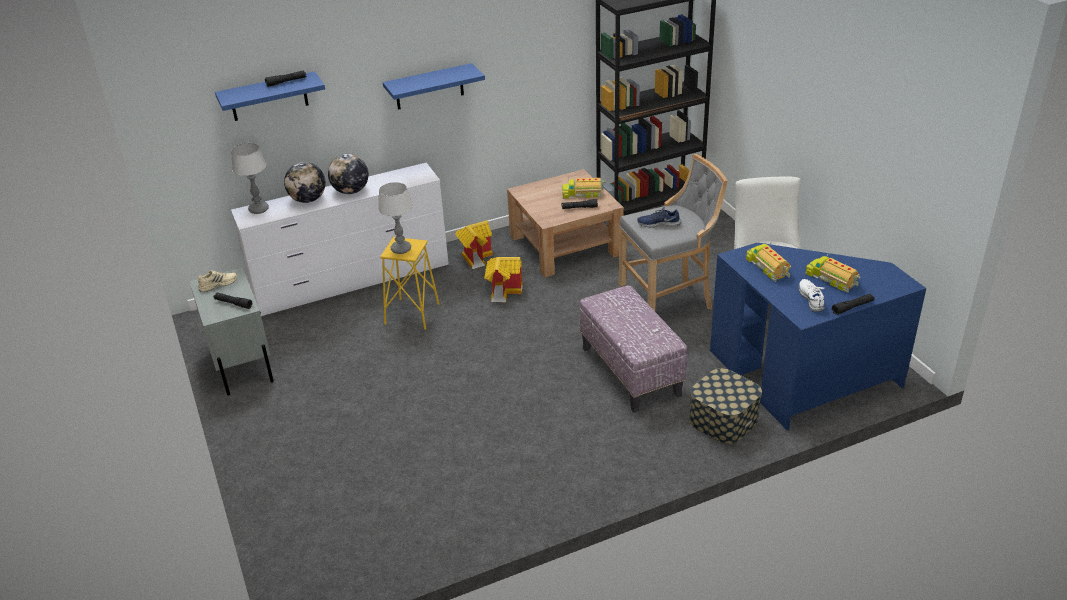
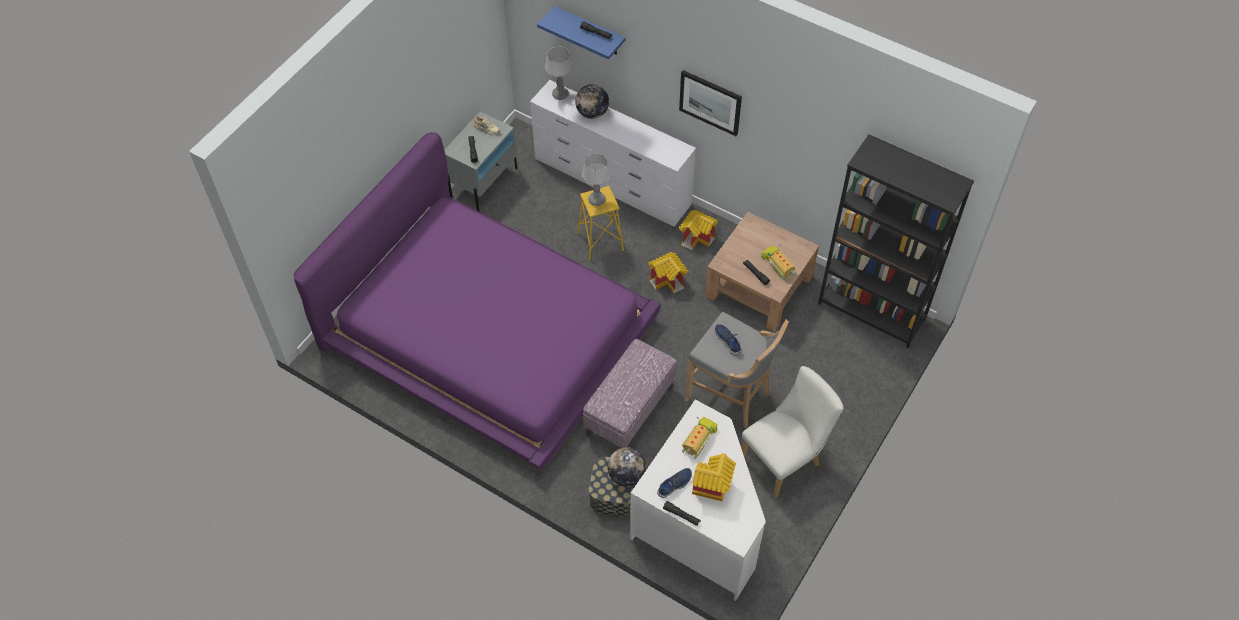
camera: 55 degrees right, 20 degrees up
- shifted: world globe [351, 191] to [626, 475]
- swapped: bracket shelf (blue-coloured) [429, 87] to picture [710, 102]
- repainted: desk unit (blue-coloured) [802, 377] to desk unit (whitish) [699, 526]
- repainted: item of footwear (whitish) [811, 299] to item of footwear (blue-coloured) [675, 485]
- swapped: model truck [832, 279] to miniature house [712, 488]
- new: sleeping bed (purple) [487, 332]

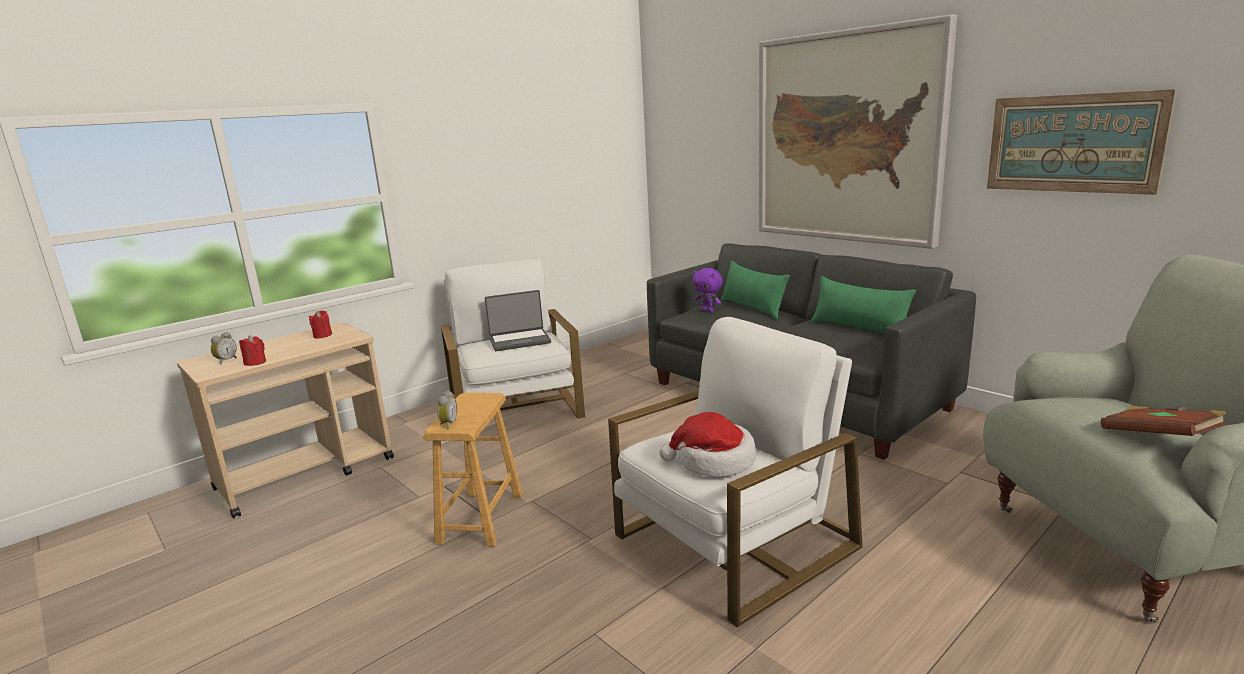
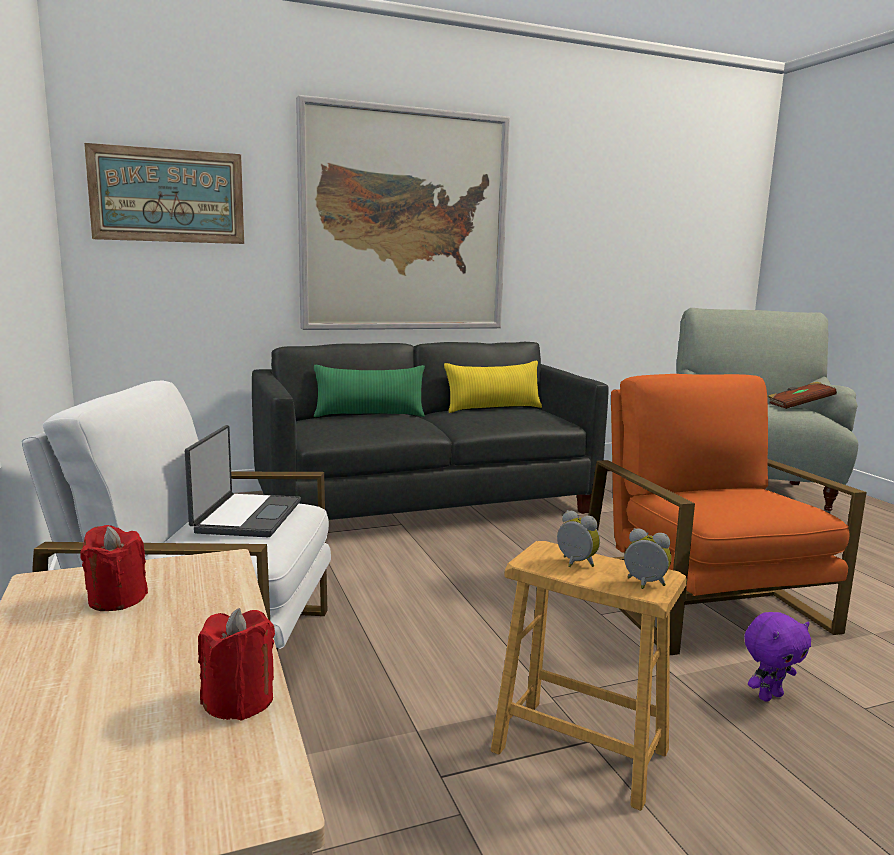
camera: 70 degrees left, 5 degrees down
- shifted: table clock [226, 361] to [575, 564]
- repainted: armchair (whitish) [733, 542] to armchair (orange) [704, 601]
- gone: hat [713, 461]
- shifted: cuddly toy (purple) [708, 311] to [769, 696]
- repainted: cushion (greenish) [859, 328] to cushion (yellow-coloured) [493, 408]
- shifted: picture [1072, 143] to [168, 196]

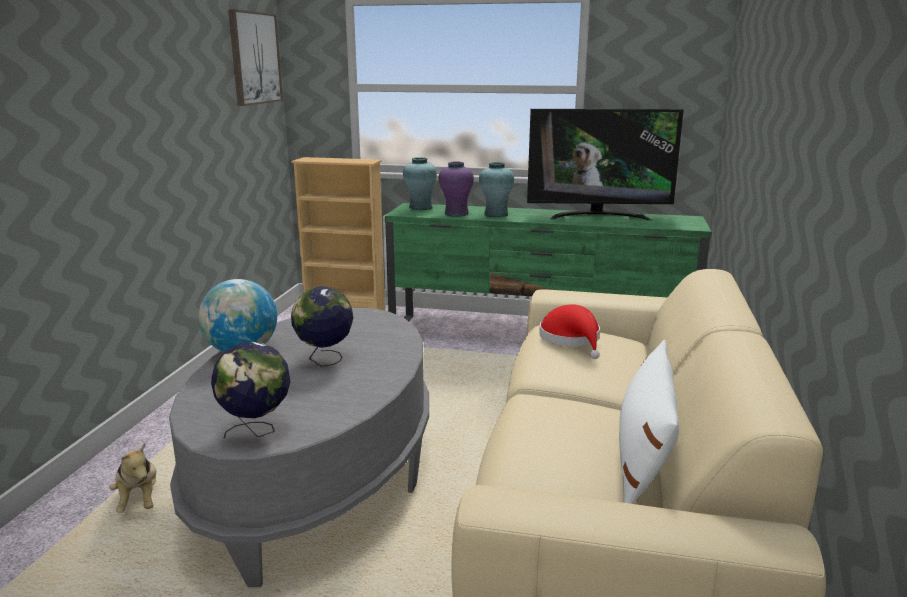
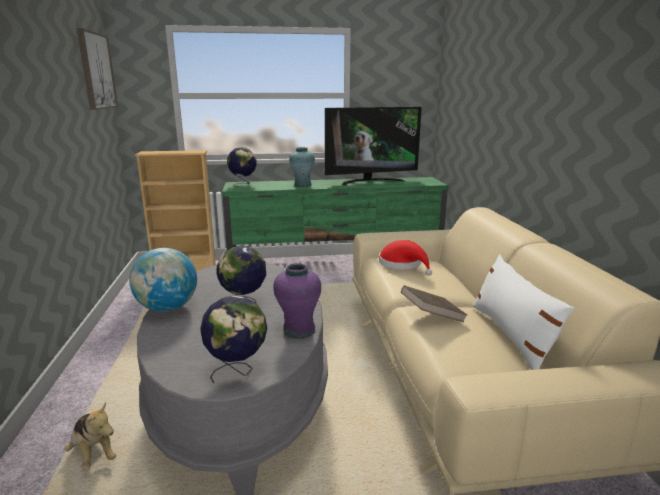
camera: 20 degrees left, 0 degrees up
- swapped: decorative vase (turquoise) [420, 207] to world globe [243, 184]
- shifted: decorative vase (purple) [456, 214] to [299, 330]
- new: bound book (brown-coloured) [432, 316]

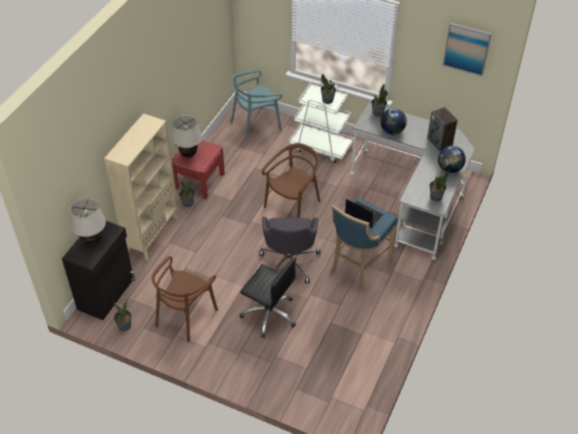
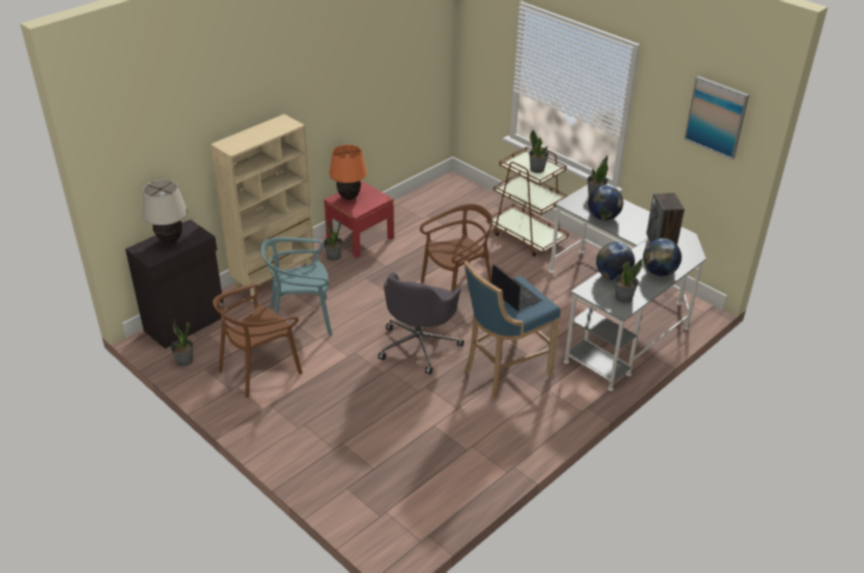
camera: 20 degrees right, 10 degrees down
- repainted: lamp for a table (sand-coloured) [188, 154] to lamp for a table (orange) [349, 197]
- shifted: upright chair (turquoise) [255, 124] to [301, 318]
- gone: computer chair (black-coloured) [269, 314]
- repainted: trolley (whitish) [321, 146] to trolley (brown-coloured) [526, 236]
- new: world globe [613, 276]

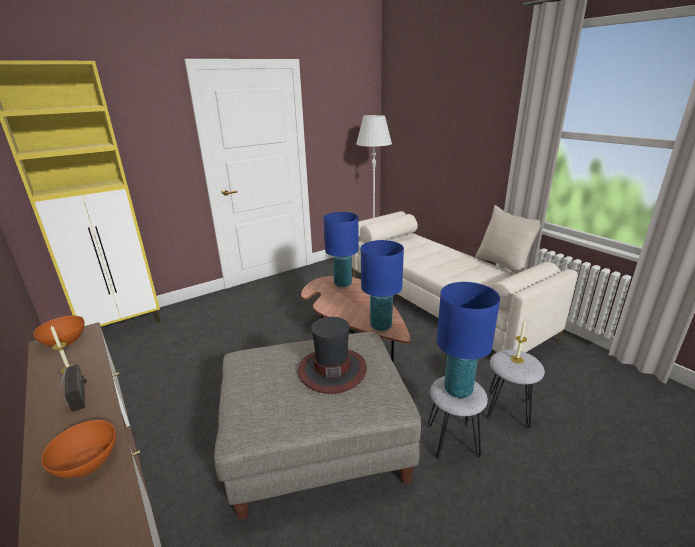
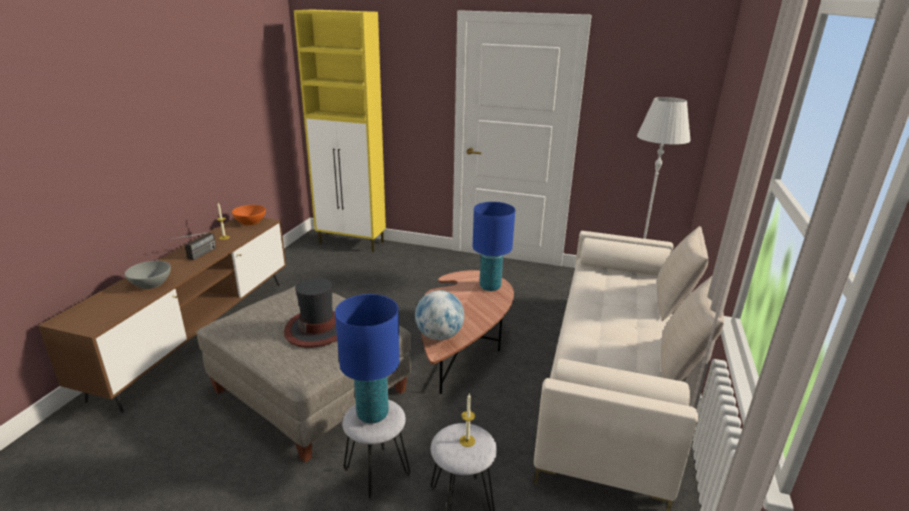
camera: 50 degrees right, 0 degrees up
- repainted: deep dish (orange) [87, 462] to deep dish (gray) [151, 283]
- swapped: lamp for a table (blue-coloured) [381, 326] to world globe [439, 336]
- new: cushion (sand-coloured) [674, 304]

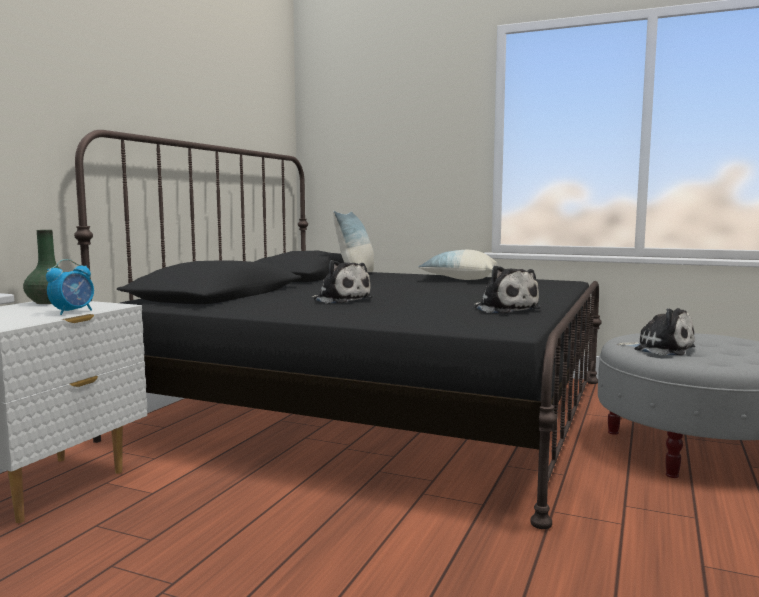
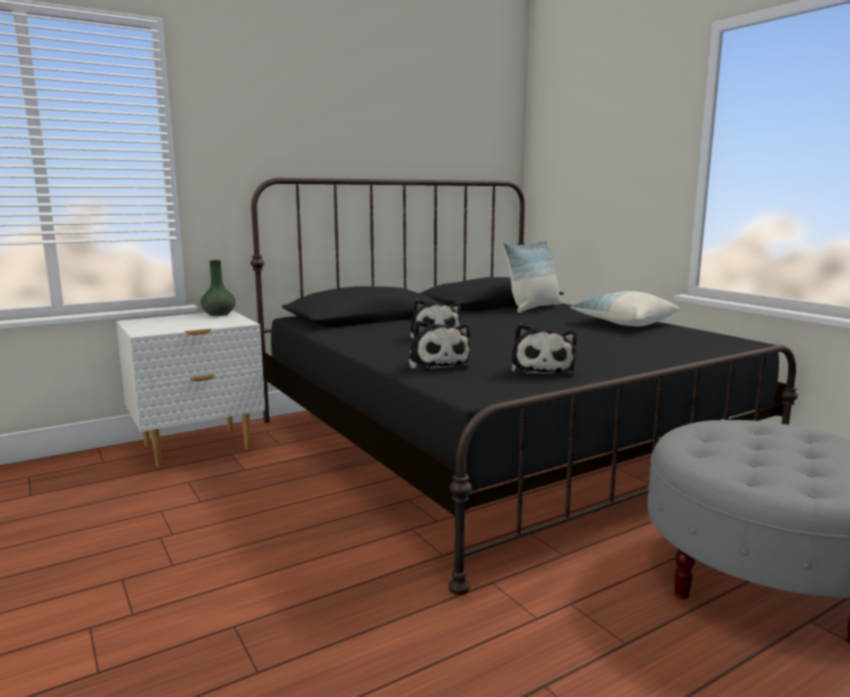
camera: 35 degrees right, 5 degrees up
- gone: table clock [73, 312]
- shifted: cuddly toy [660, 349] to [437, 363]

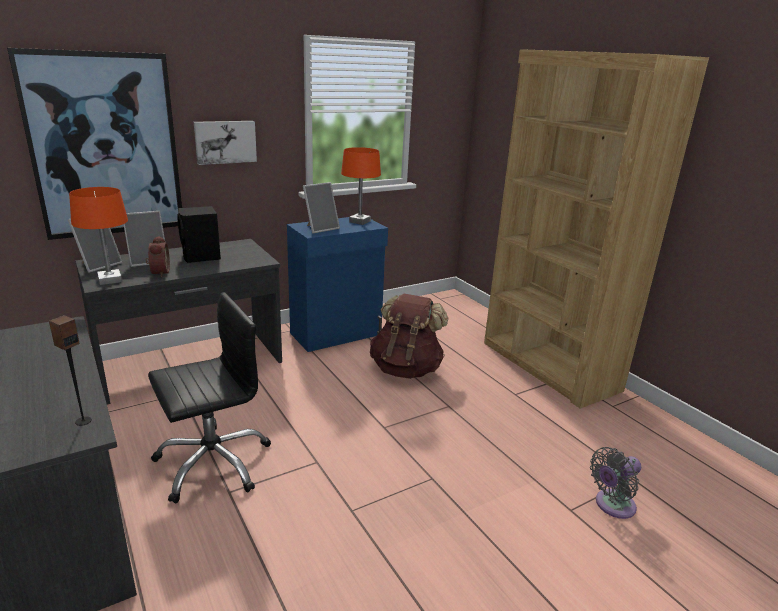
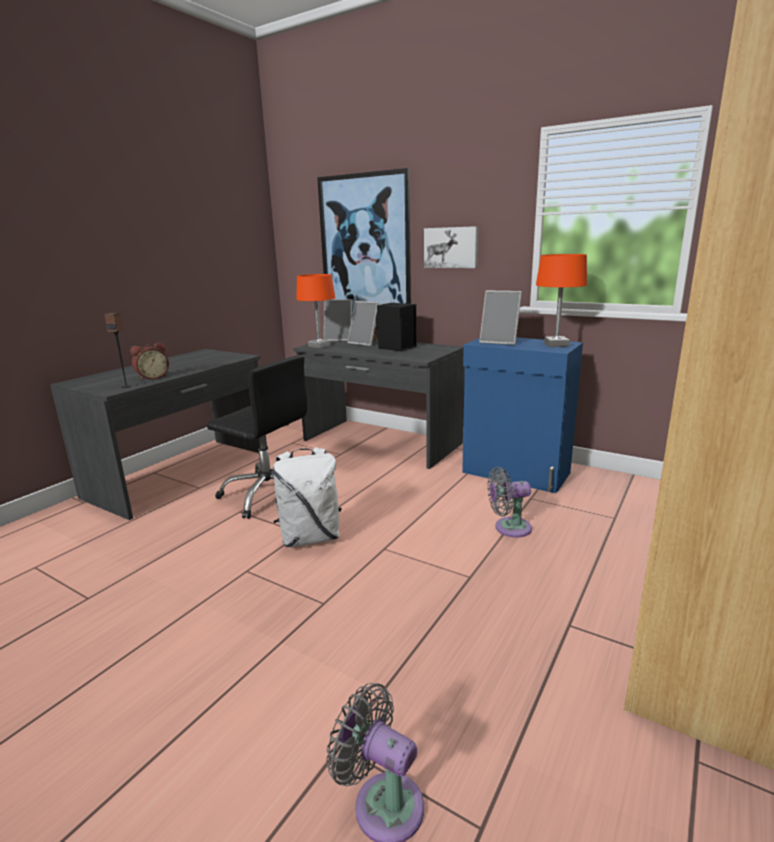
camera: 65 degrees right, 5 degrees down
- shifted: table clock [158, 272] to [152, 377]
- swapped: knapsack (brown-coloured) [406, 369] to electric fan (gray) [509, 528]
- new: knapsack (whitish) [310, 537]

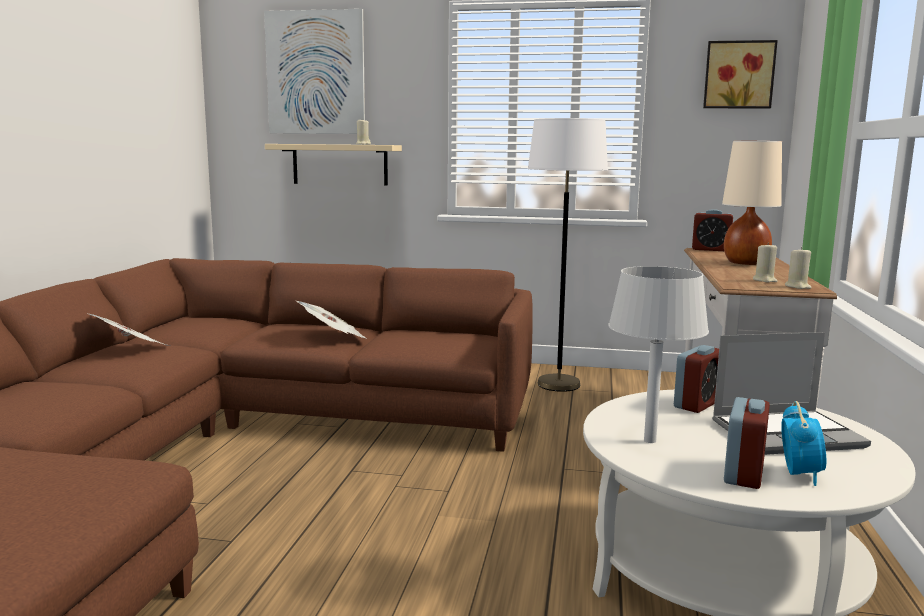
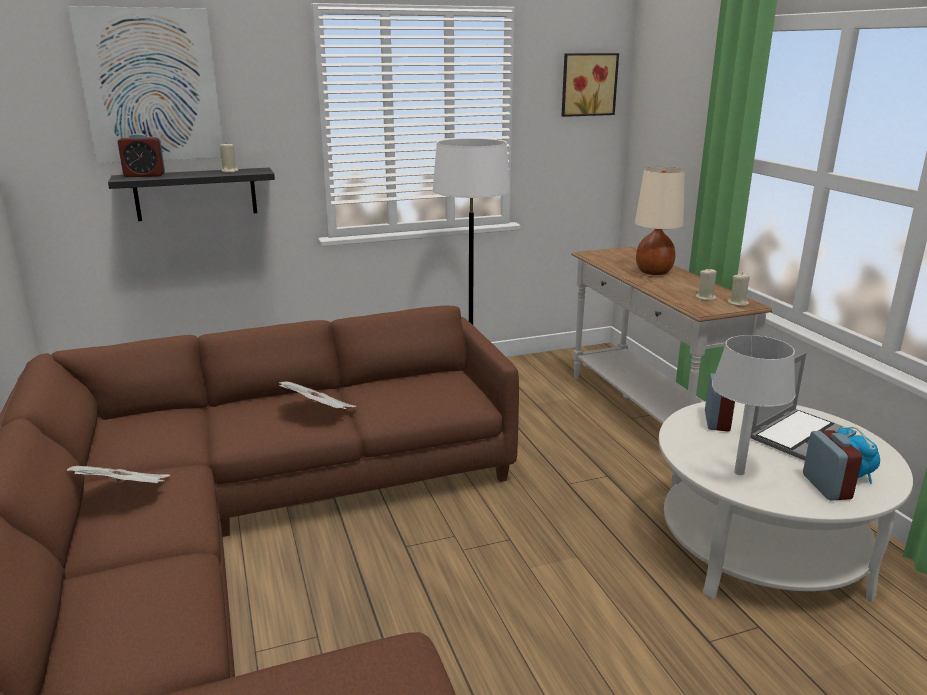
camera: 30 degrees left, 10 degrees up
- repainted: bracket shelf (sand-coloured) [340, 164] to bracket shelf (black-coloured) [196, 194]
- shifted: table clock [711, 249] to [144, 175]

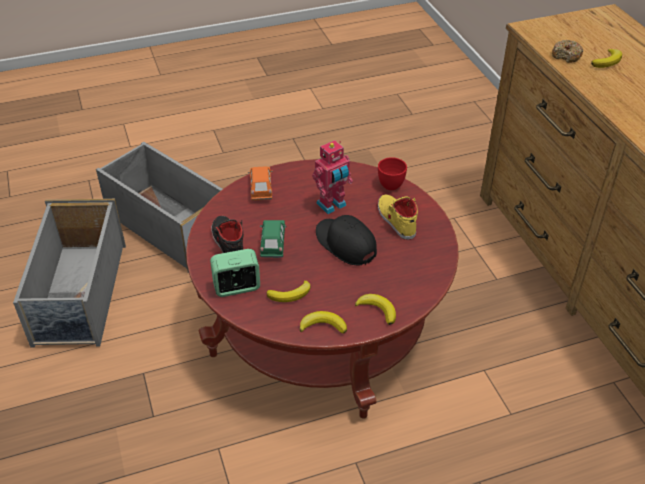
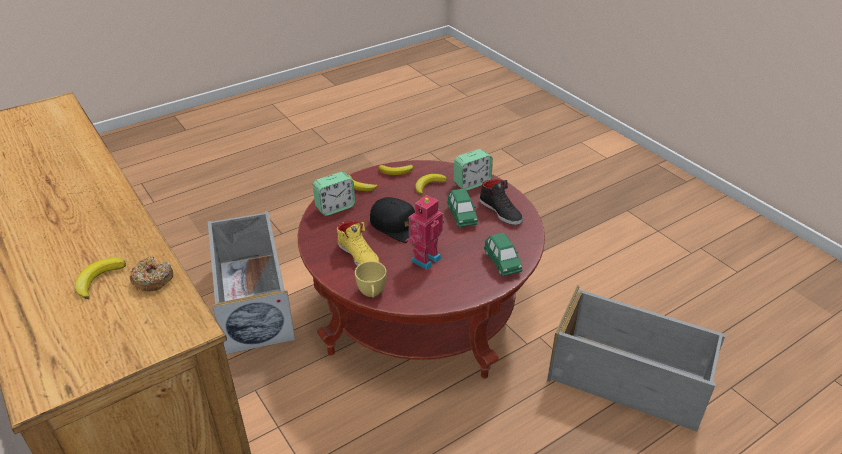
camera: 165 degrees right, 5 degrees down
- shifted: storage container (gray) [80, 294] to [252, 300]
- repainted: toy car (orange) [261, 189] to toy car (greenish) [502, 263]
- repainted: small cup (red-coloured) [391, 183] to small cup (yellow-coloured) [372, 294]
- new: table clock [335, 207]

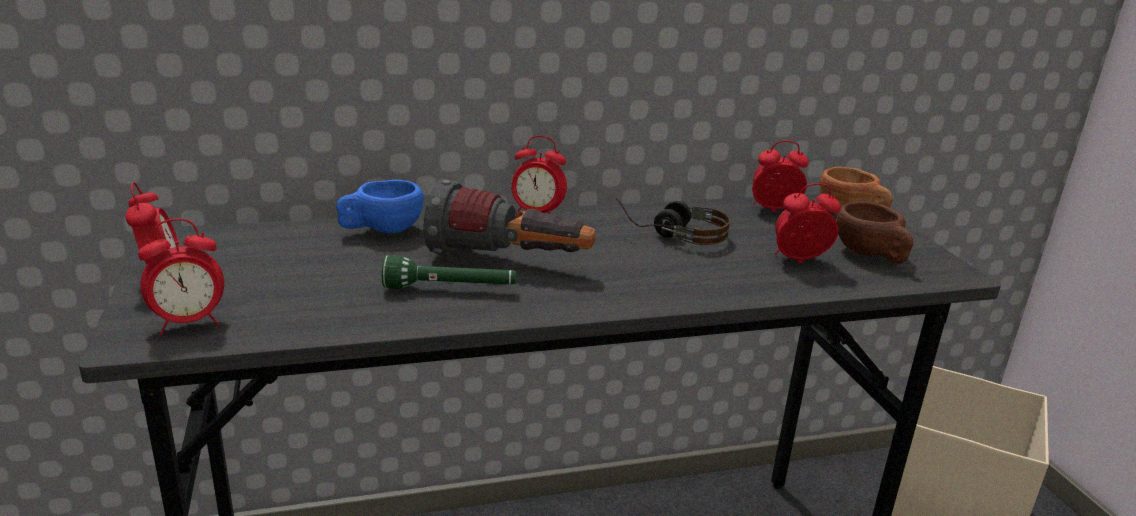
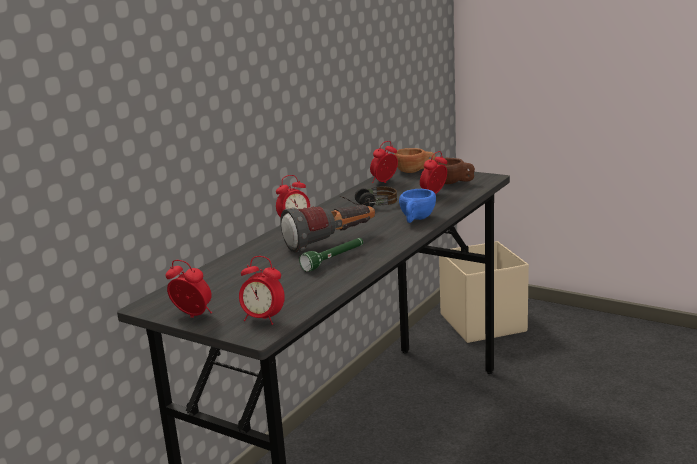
camera: 40 degrees left, 5 degrees down
- rotated: table clock [189, 323] = [263, 319] 90 degrees clockwise
- shifted: small cup (blue-coloured) [381, 230] to [416, 219]

